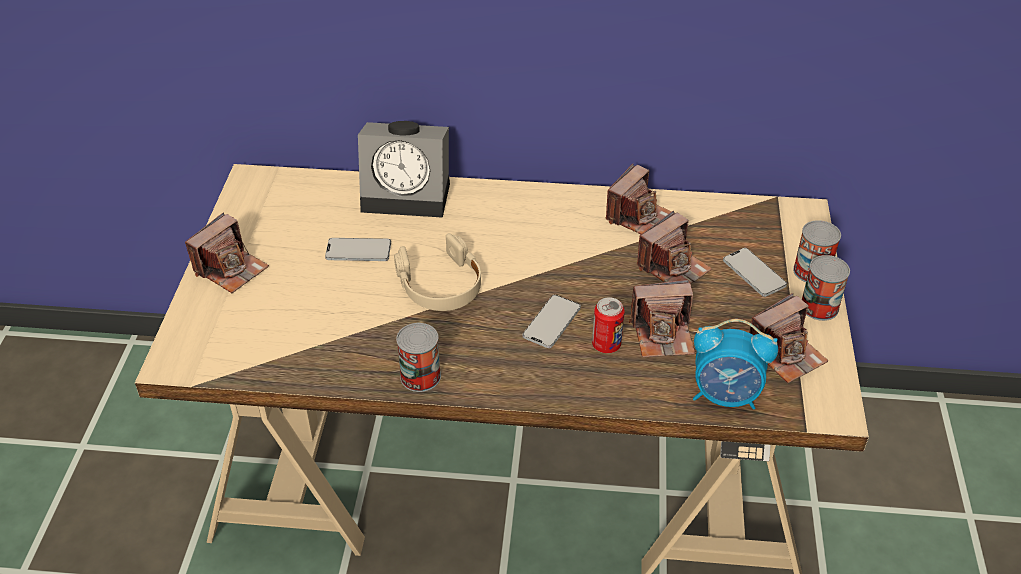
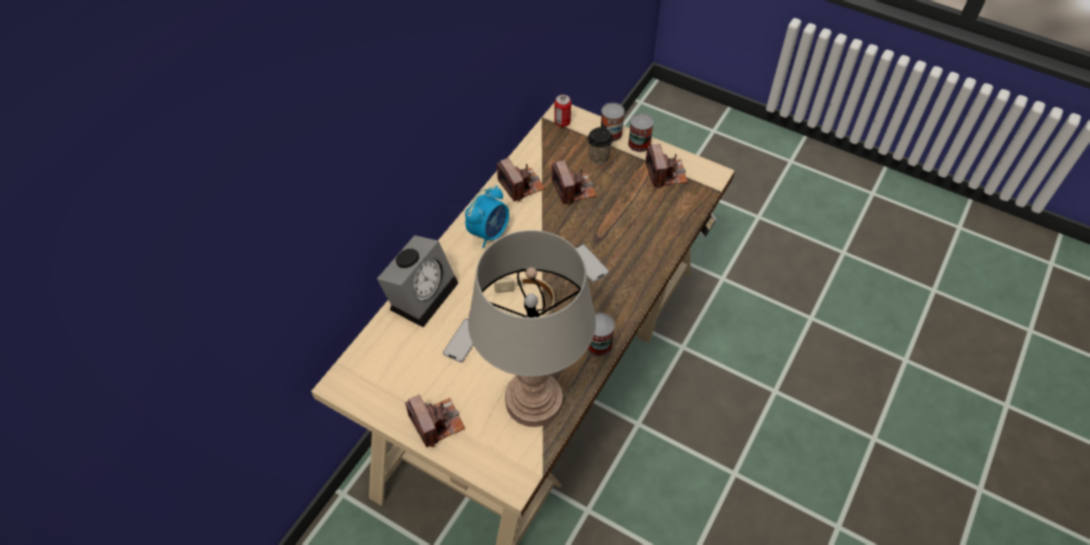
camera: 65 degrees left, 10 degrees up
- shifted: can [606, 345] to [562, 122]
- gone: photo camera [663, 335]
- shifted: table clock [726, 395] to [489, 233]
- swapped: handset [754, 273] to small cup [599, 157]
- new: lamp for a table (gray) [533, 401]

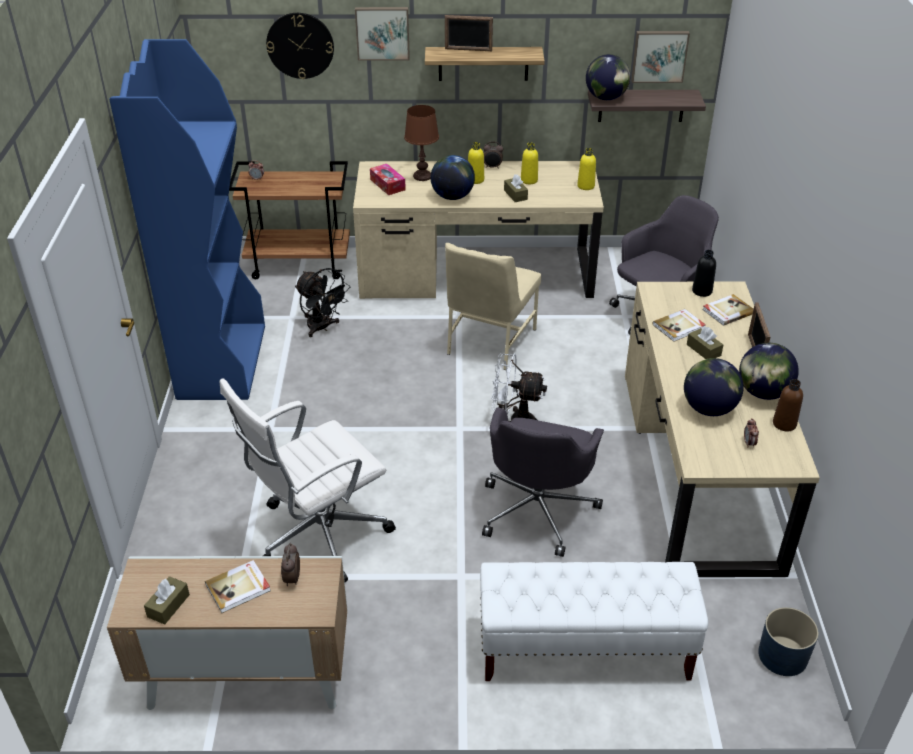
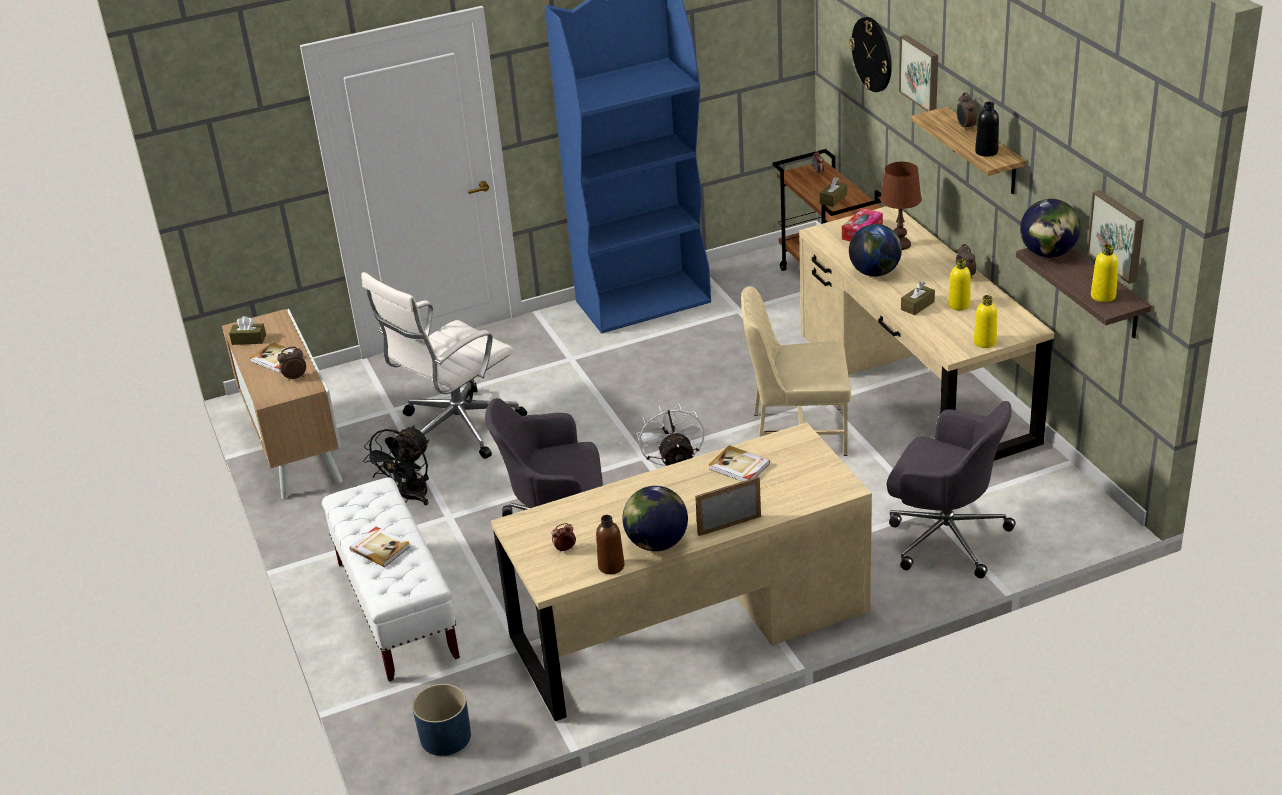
camera: 70 degrees right, 5 degrees down
- rotated: computer chair (whitish) [318, 535] = [456, 428] 75 degrees counterclockwise
- shifted: electric fan (black-coloured) [322, 328] to [410, 497]
- swapped: standing frame [468, 50] to table clock [965, 127]
- shifted: beverage bottle (yellow-coloured) [475, 180] to [1103, 296]
- gone: world globe [709, 408]
- shifted: tissue holder (brown-coloured) [703, 350] to [833, 199]
- shifted: beverage bottle (black-coloured) [702, 291] to [986, 152]
- shifted: bound book [727, 311] to [380, 548]

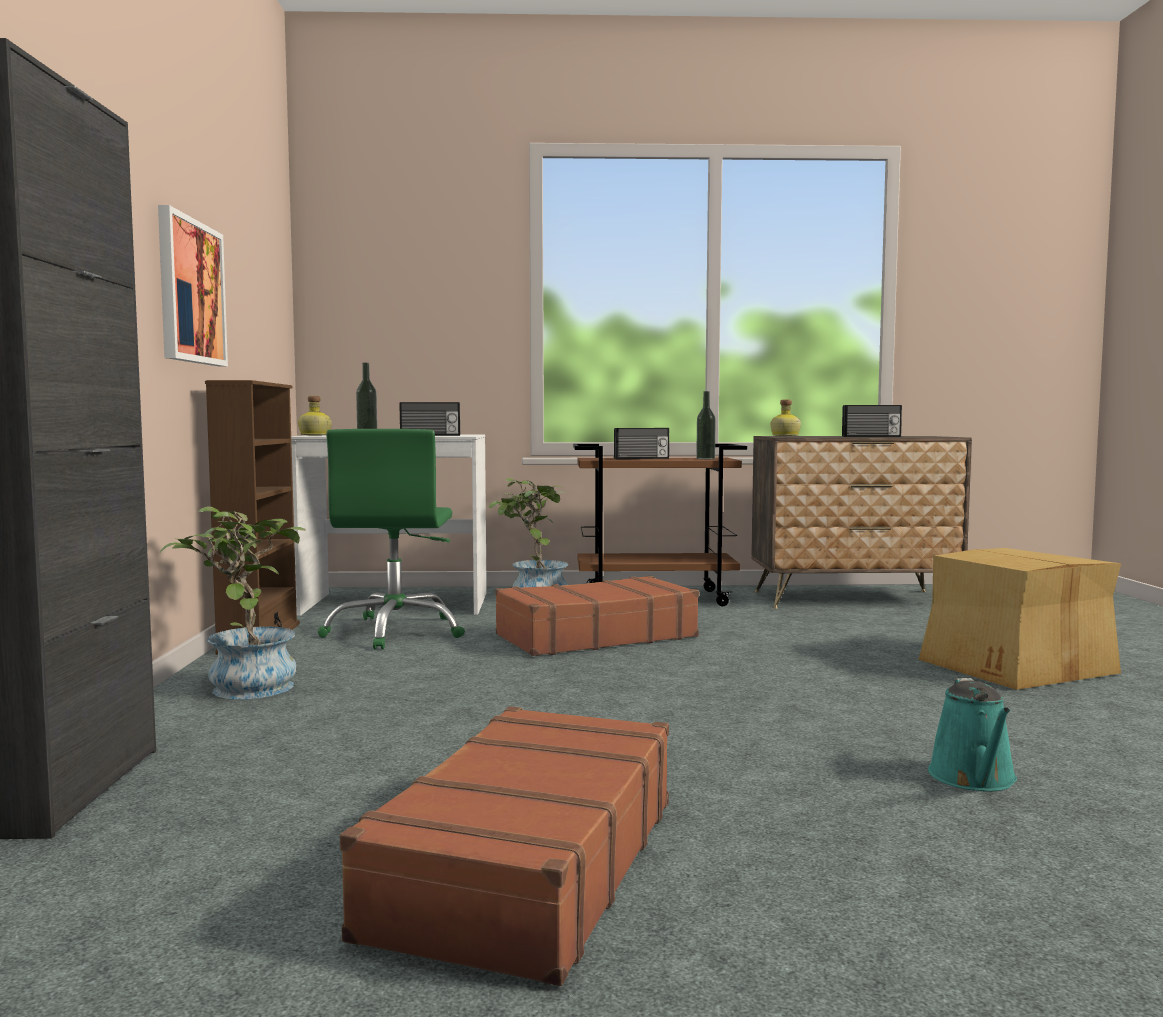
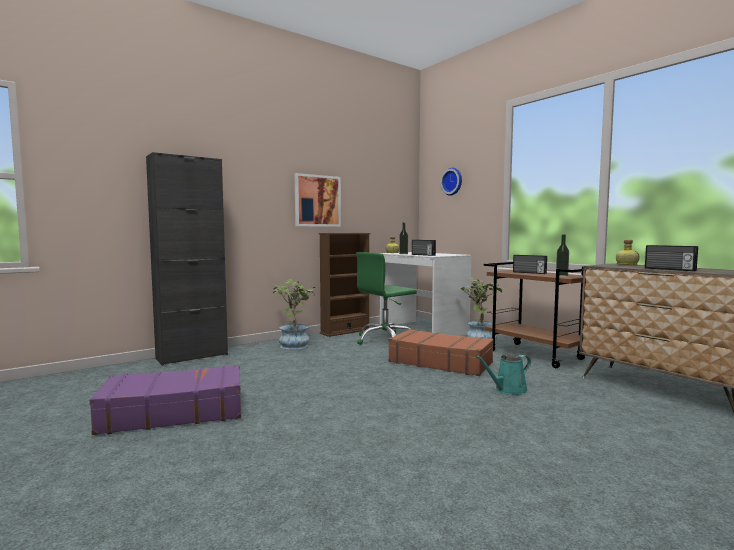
camera: 55 degrees right, 0 degrees up
- repainted: suitcase (brown-coloured) [526, 865] to suitcase (purple) [174, 412]
- gone: carton [1014, 666]
- shifted: watering can (turquoise) [974, 779] to [508, 390]
- new: hanging clock [453, 181]

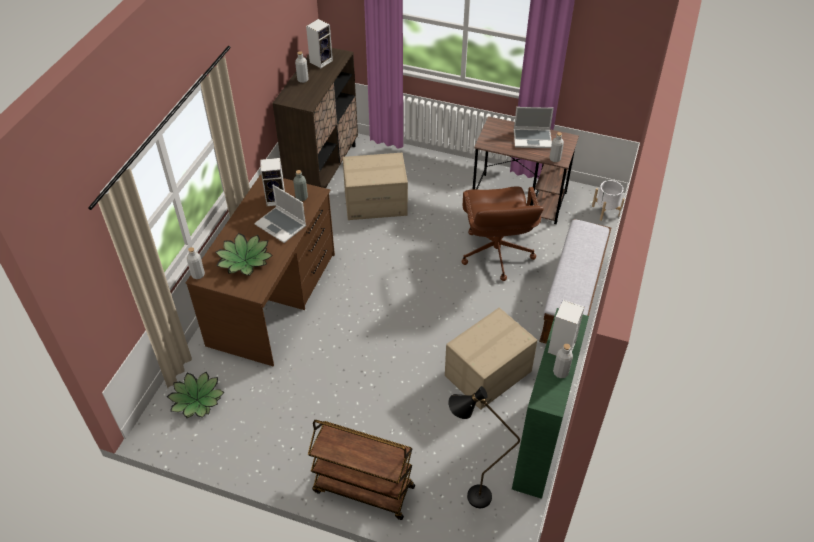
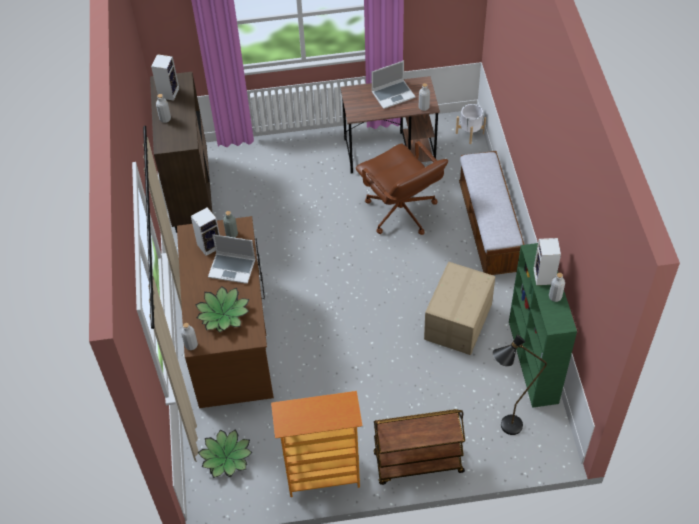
camera: 25 degrees left, 5 degrees up
- gone: carton [375, 202]
- new: bookcase [323, 477]

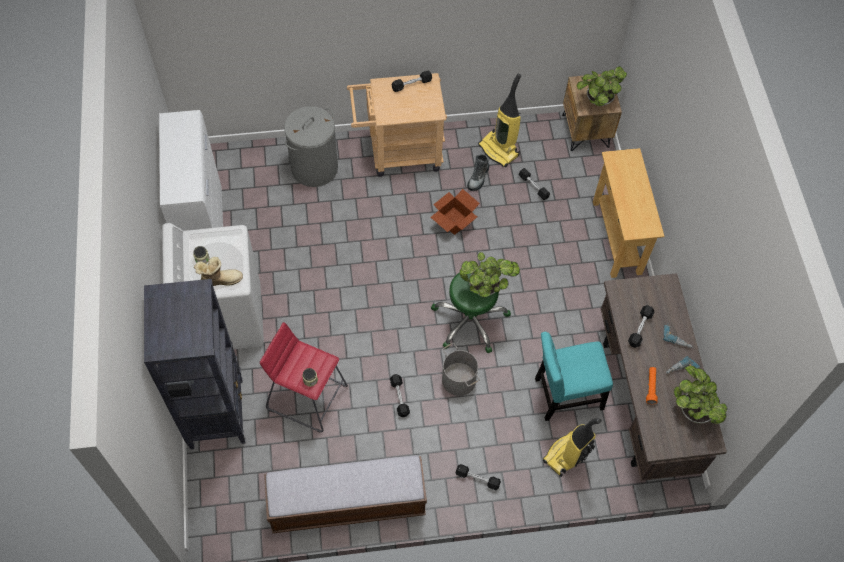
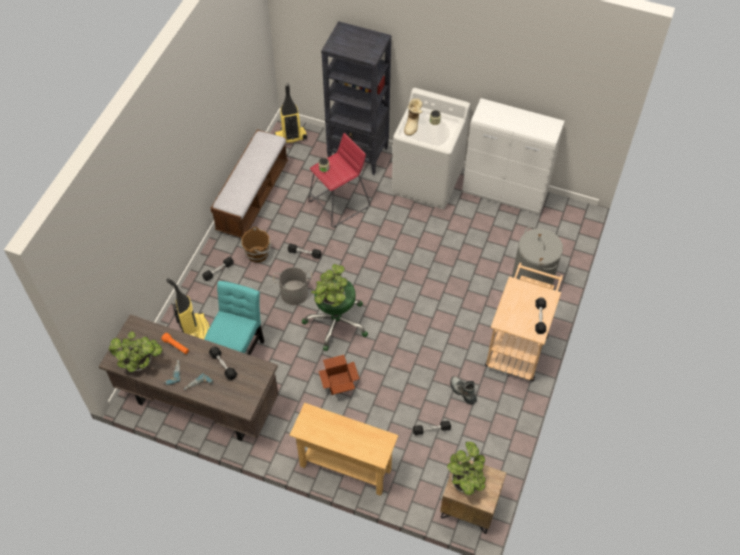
camera: 120 degrees right, 5 degrees down
- shifted: carton [453, 221] to [339, 382]
- shifted: vacuum [499, 150] to [290, 138]
- new: water bucket (brown-coloured) [258, 253]

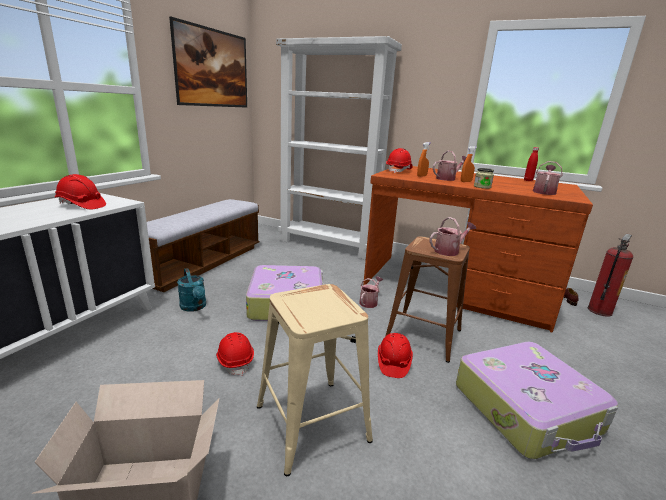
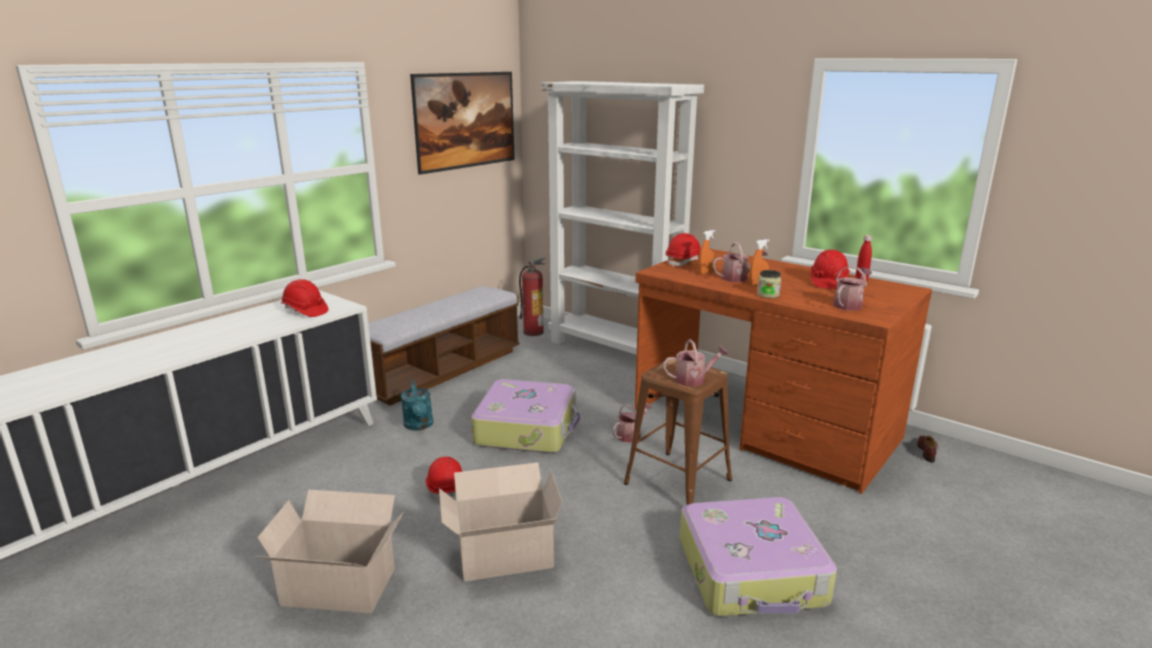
camera: 15 degrees right, 0 degrees up
- swapped: stool (sand-coloured) [311, 423] to carton [502, 555]
- shifted: hard hat (red-coloured) [393, 363] to [828, 282]
- shifted: fire extinguisher [599, 310] to [533, 332]

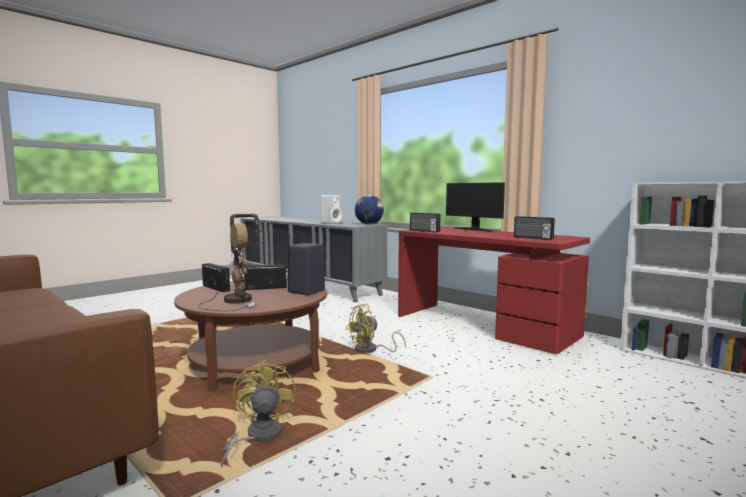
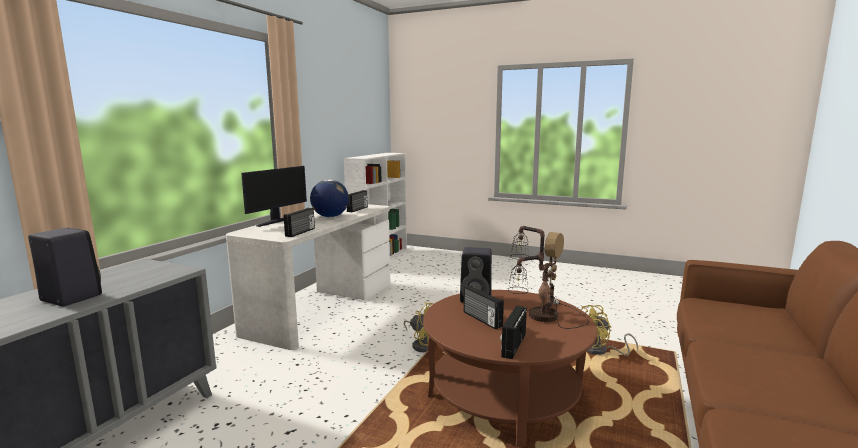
camera: 110 degrees left, 5 degrees up
- repainted: audio speaker (whitish) [332, 223] to audio speaker (black-coloured) [69, 298]
- shifted: world globe [369, 224] to [330, 216]
- repainted: desk unit (red-coloured) [483, 325] to desk unit (whitish) [323, 307]

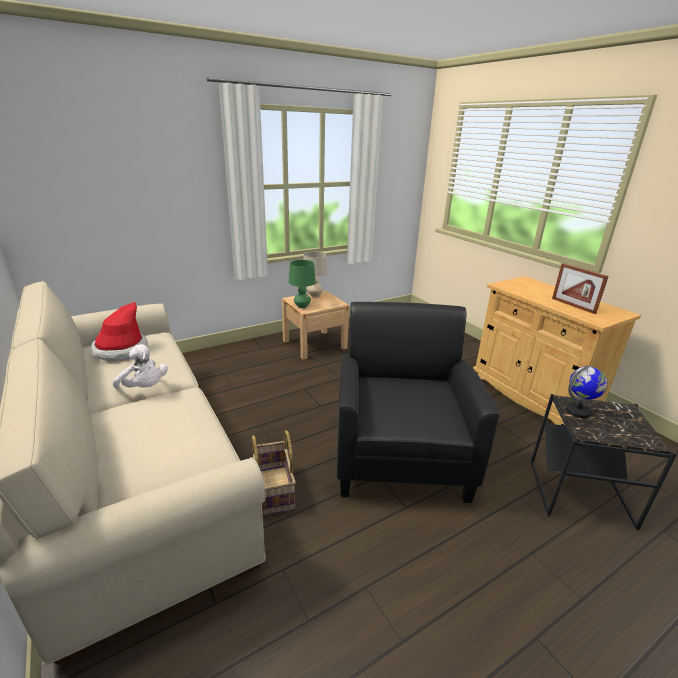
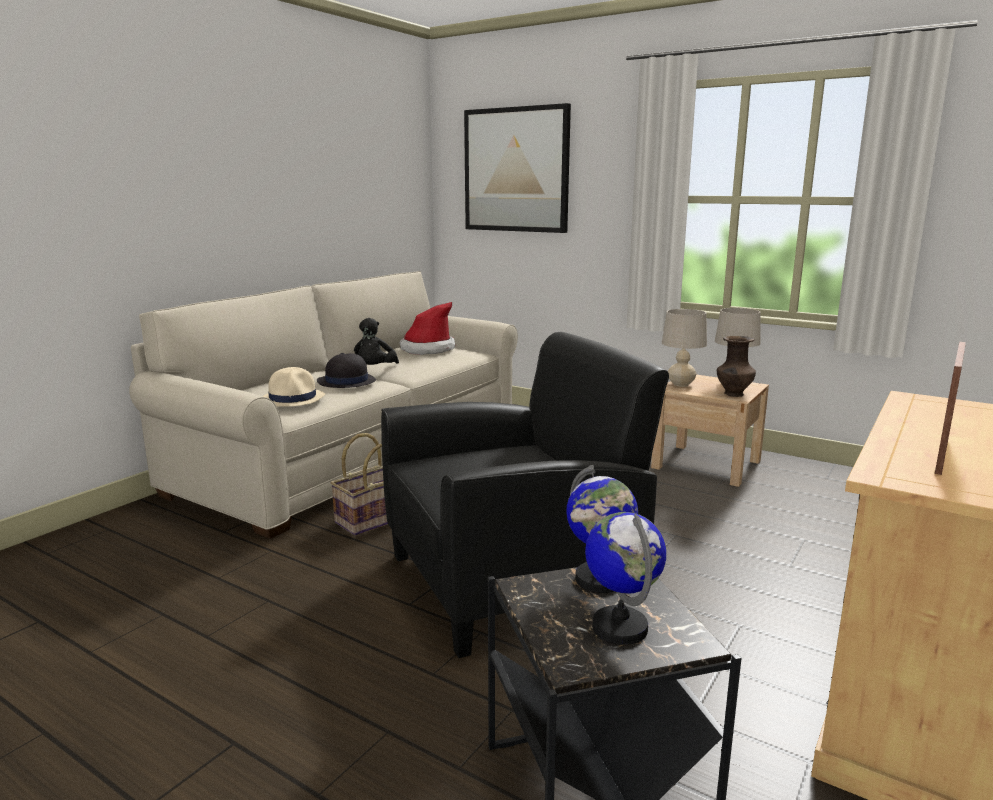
camera: 65 degrees right, 10 degrees down
- repainted: cuddly toy (whitish) [144, 388] to cuddly toy (black-coloured) [375, 369]
- repainted: lamp for a table (greenish) [302, 306] to lamp for a table (sand-coloured) [681, 384]
- new: hat (sand-coloured) [293, 399]
- new: hat (black-coloured) [346, 382]
- new: picture [516, 170]
- new: world globe [620, 627]
- new: decorative vase (brown-coloured) [733, 394]

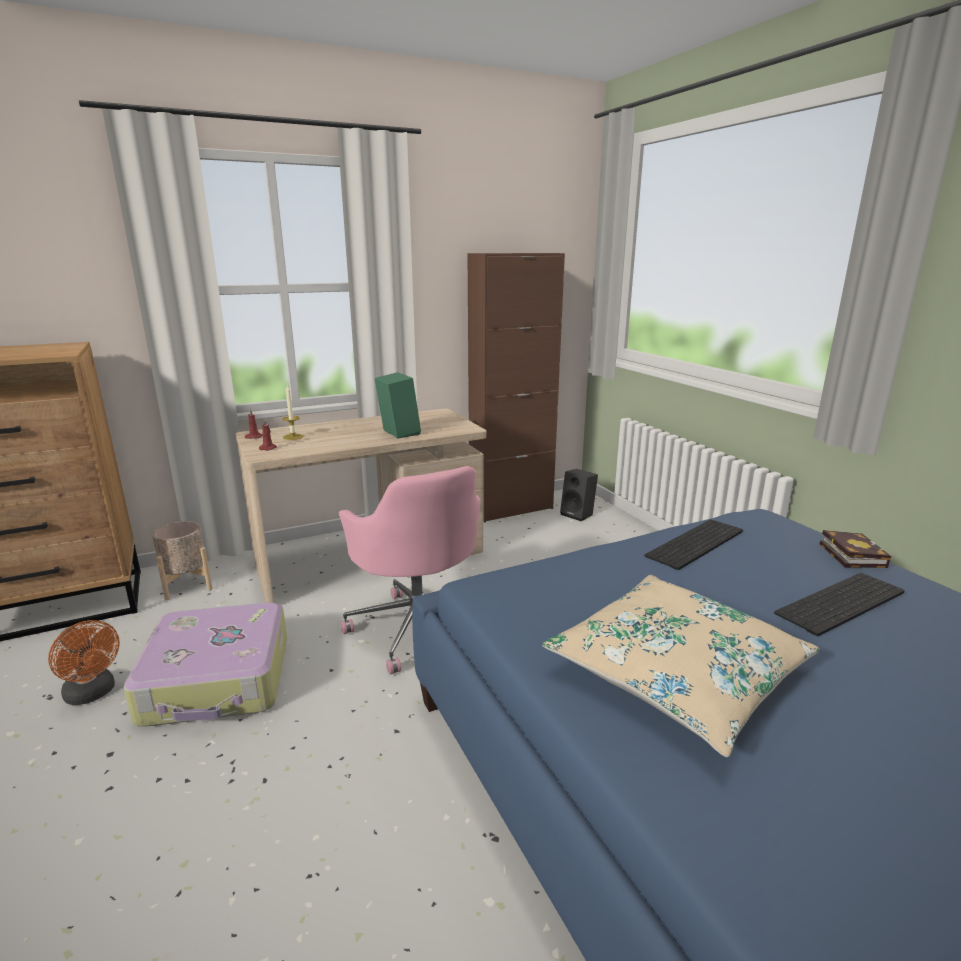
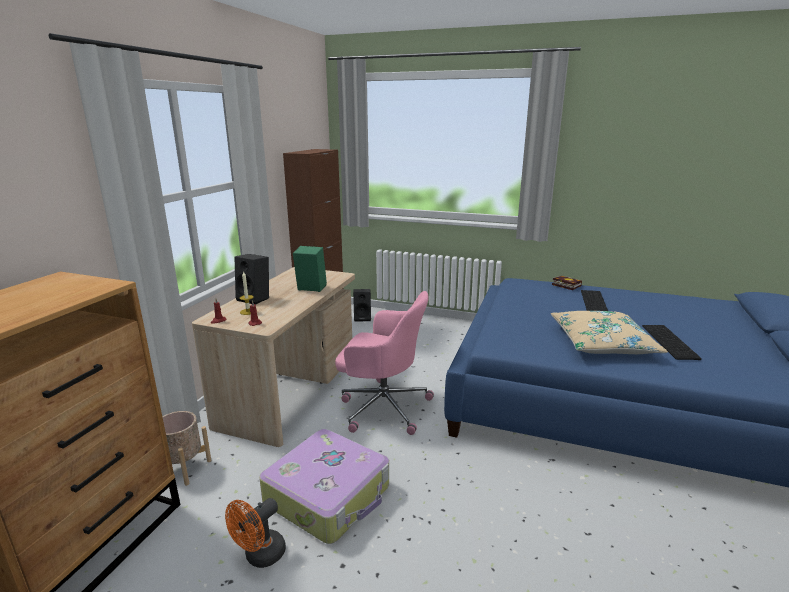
camera: 45 degrees left, 0 degrees up
- rotated: electric fan (orange) [93, 694] = [260, 556] 135 degrees clockwise
- shifted: computer keyboard [697, 544] to [671, 342]
- new: audio speaker (black-coloured) [255, 299]

